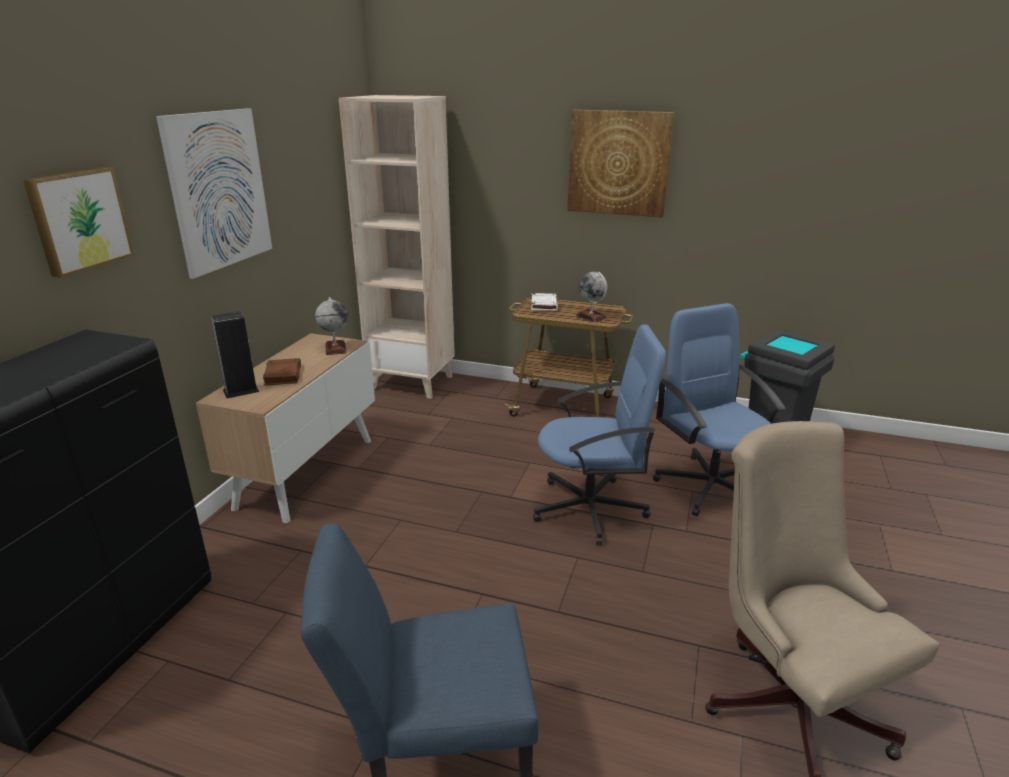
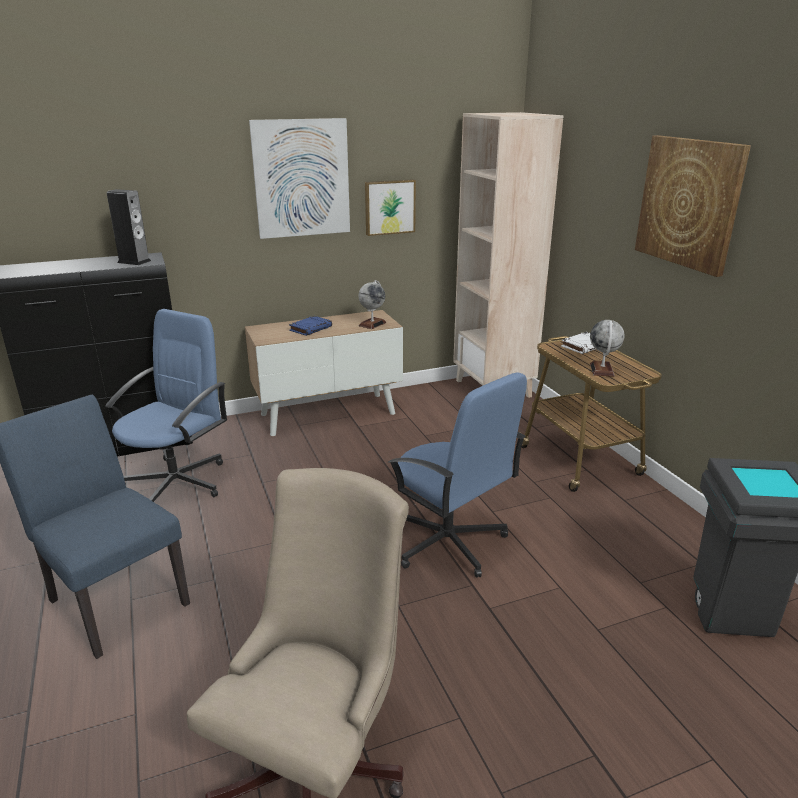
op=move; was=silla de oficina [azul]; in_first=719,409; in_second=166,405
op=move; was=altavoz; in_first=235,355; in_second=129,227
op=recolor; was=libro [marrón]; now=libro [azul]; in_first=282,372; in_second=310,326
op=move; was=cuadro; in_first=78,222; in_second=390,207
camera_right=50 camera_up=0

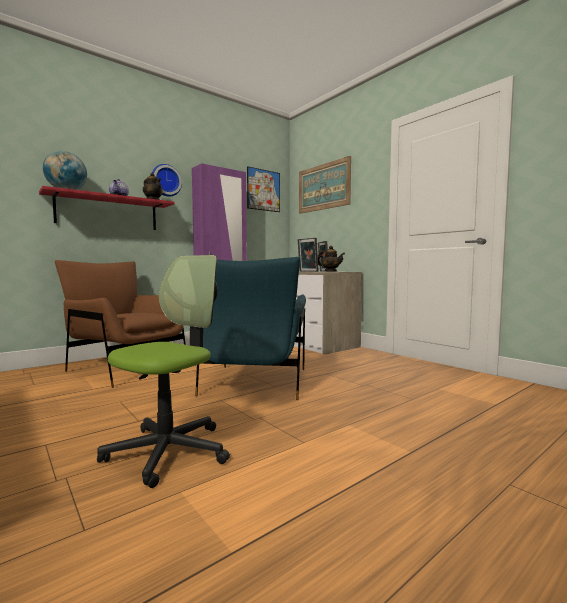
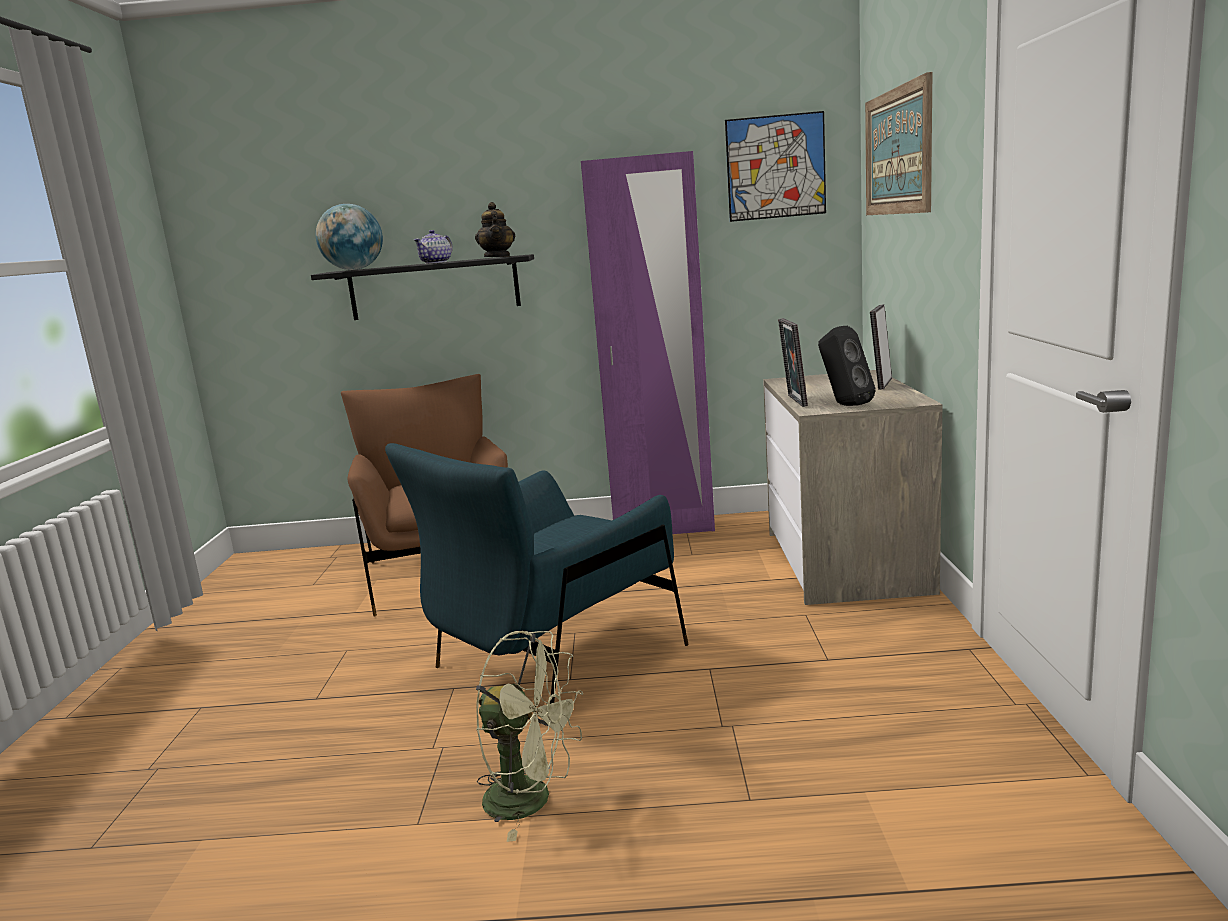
op=recolor; was=estante [rojo]; now=estante [negro]; in_first=106,208; in_second=422,287
op=insert; now=ventilador [verde]; in_second=529,736
op=replace; was=tetera; now=altavoz [negro]; in_first=331,259; in_second=846,366
op=delete; was=silla de oficina; in_first=163,371
op=delete; was=reloj de pared; in_first=167,180
camera_right=40 camera_up=10

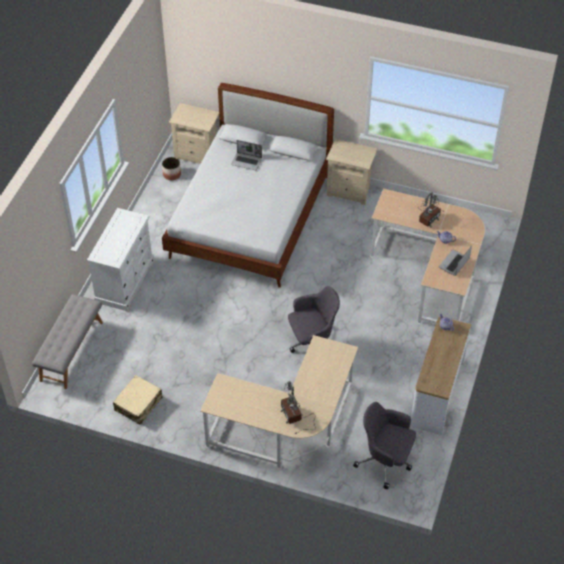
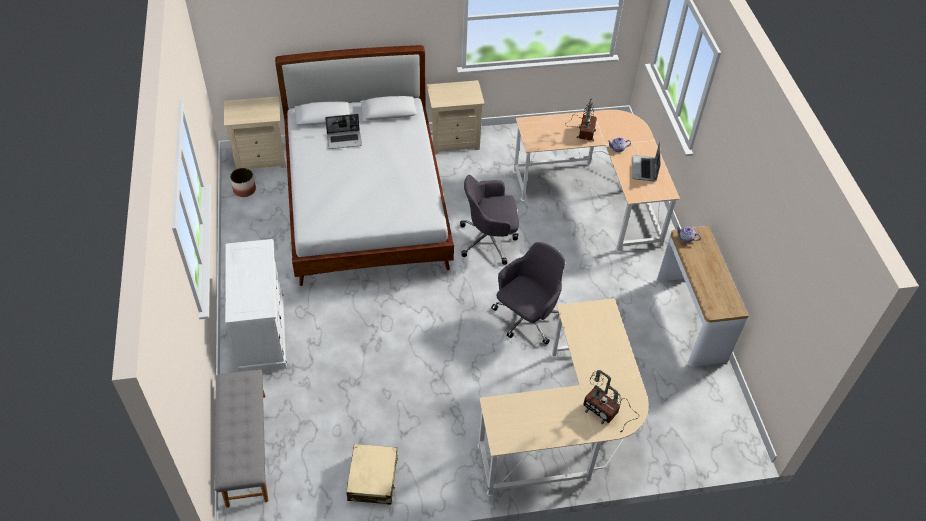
op=move; was=silla de oficina [gris]; in_first=384,445; in_second=489,220
camera_right=-30 camera_up=0

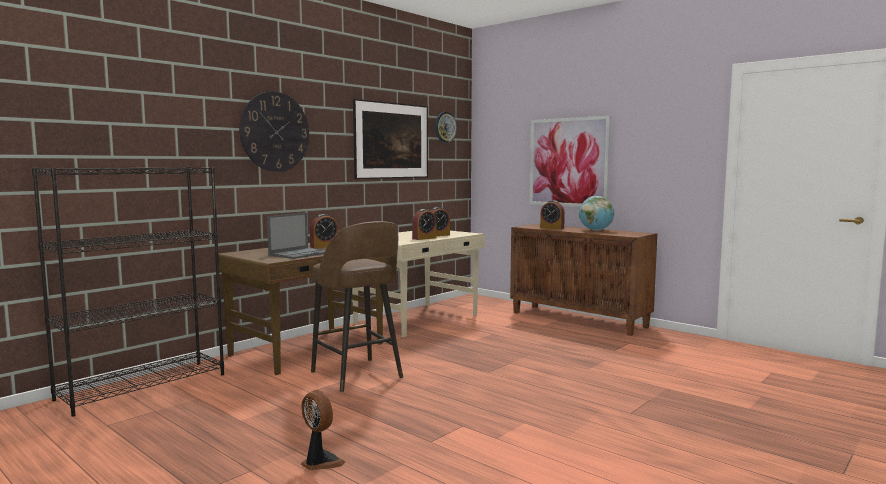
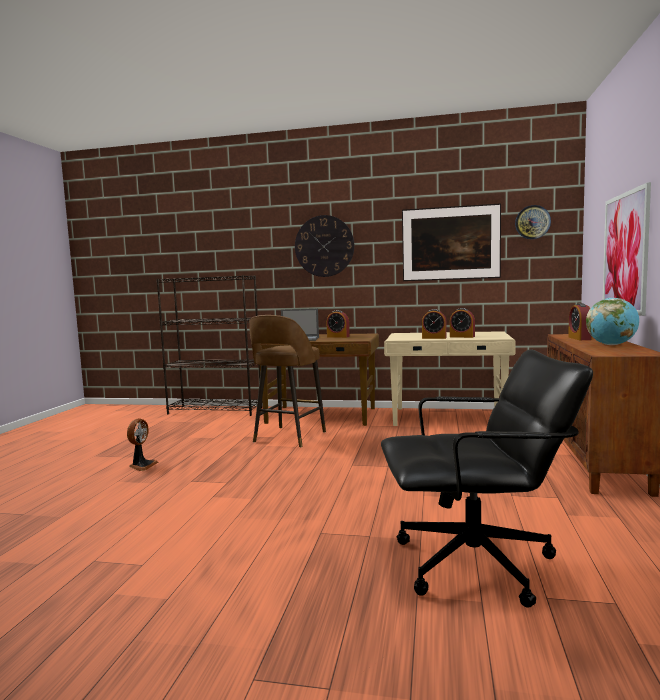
op=insert; now=silla de oficina [negro]; in_second=487,478
camera_right=60 camera_up=0

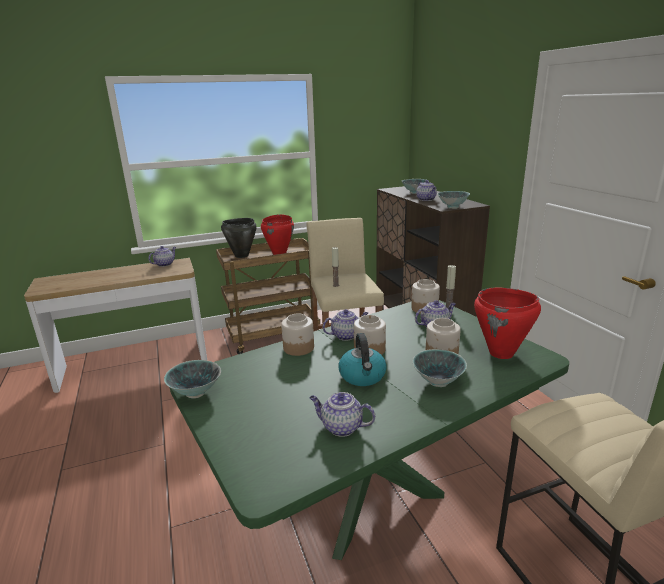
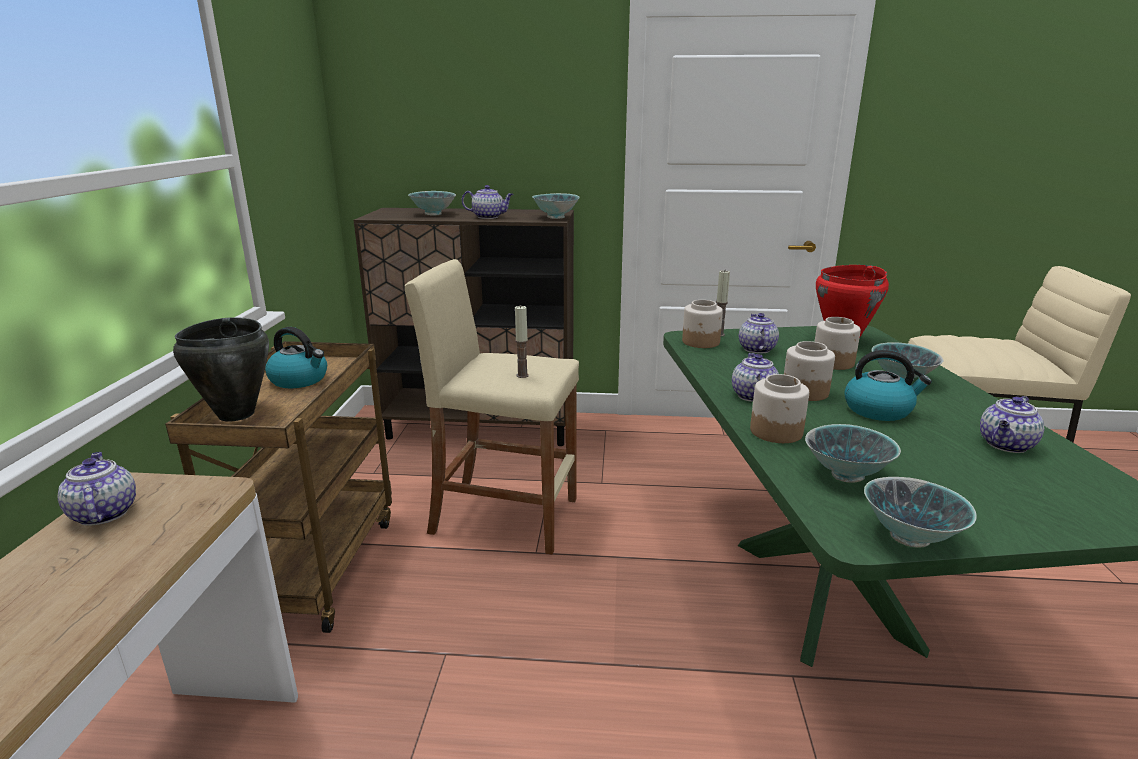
op=replace; was=olla [rojo]; now=hervidor; in_first=277,234; in_second=296,357
op=insert; now=cuenco; in_second=853,453
camera_right=-65 camera_up=0

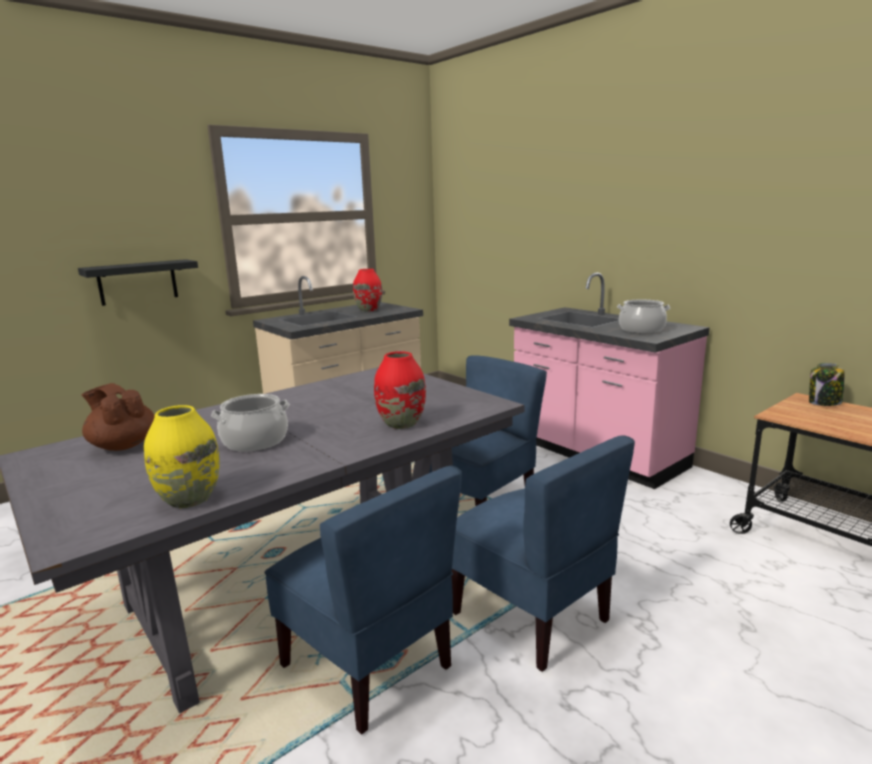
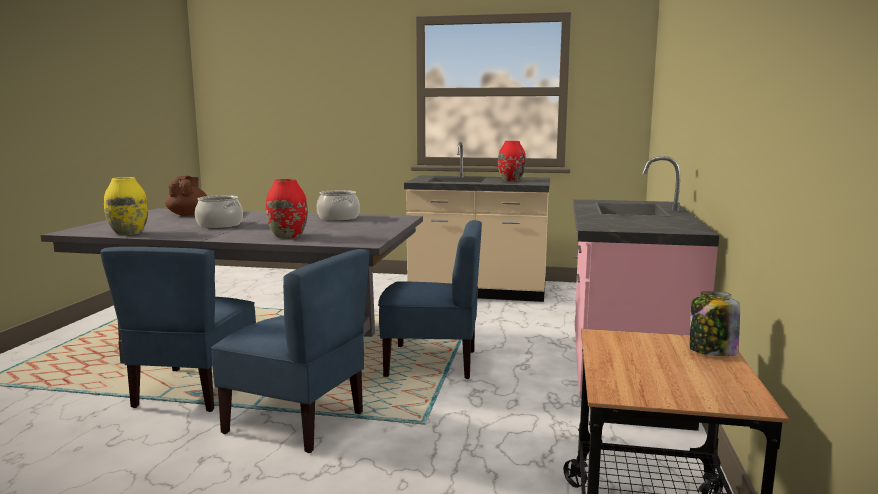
op=rotate; was=silla [azul]; in_first=543,553; in_second=290,351; clockwise=-75
op=move; was=olla; in_first=643,316; in_second=338,205
op=delete; was=estante [negro]; in_first=138,282
camera_right=50 camera_up=-5

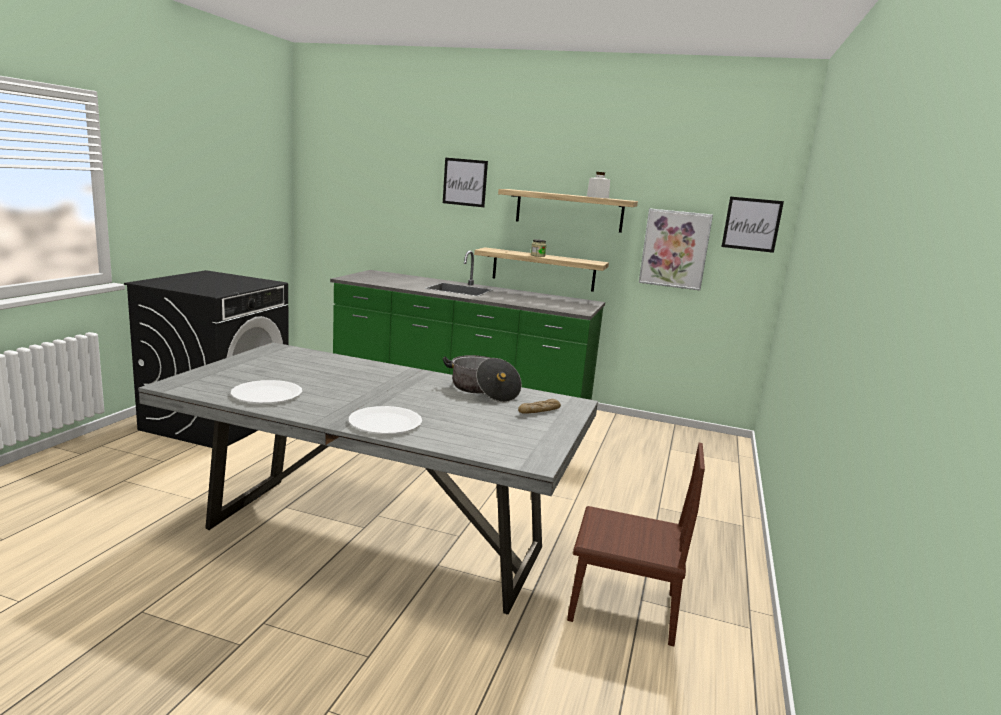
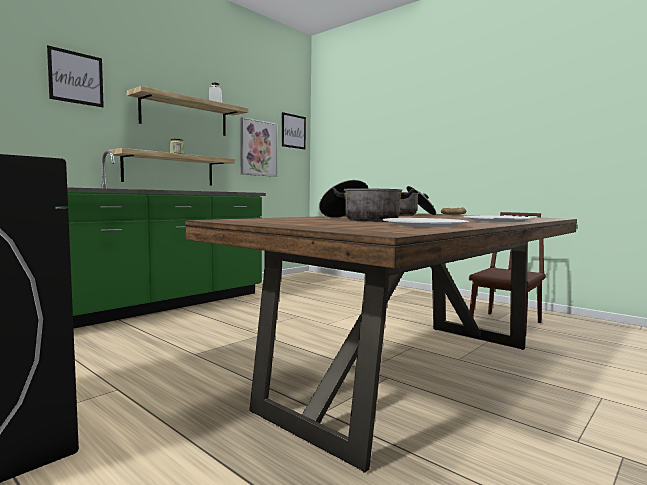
op=recolor; was=mesa de comedor [gris]; now=mesa de comedor [marrón]; in_first=368,478; in_second=381,343
op=insert; now=olla; in_second=366,201
camera_right=-65 camera_up=-10

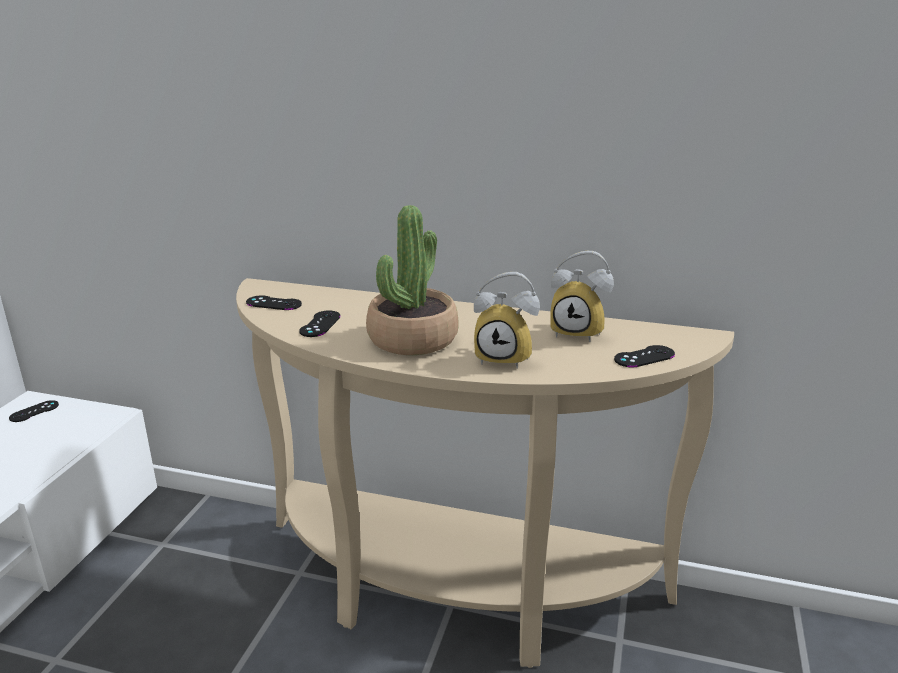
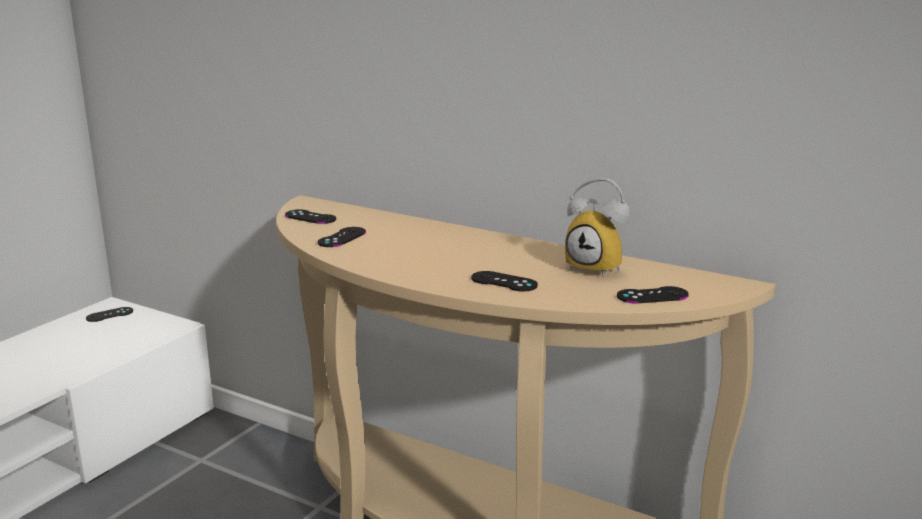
op=replace; was=despertador; now=mando de consola [negro]; in_first=507,320; in_second=504,281
op=delete; was=planta en maceta; in_first=412,280
camera_right=15 camera_up=-5

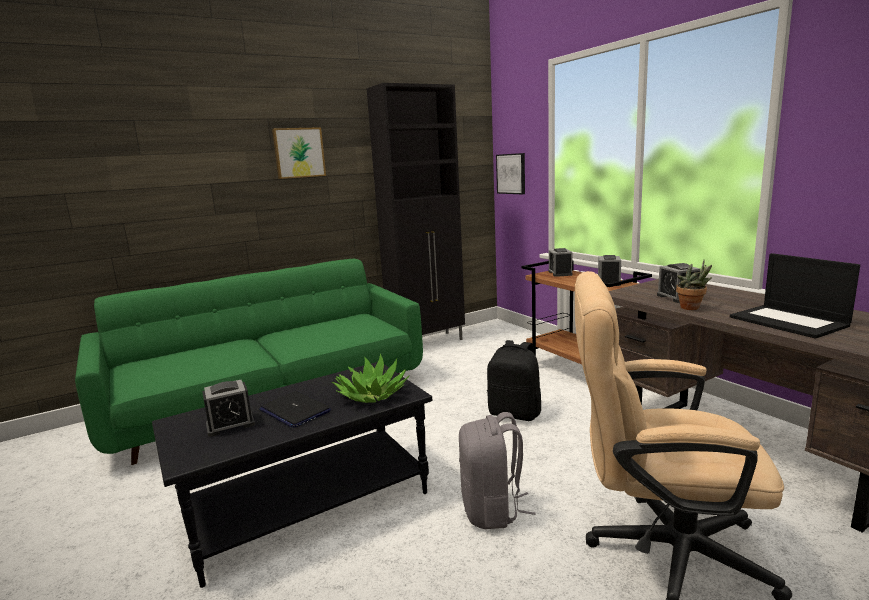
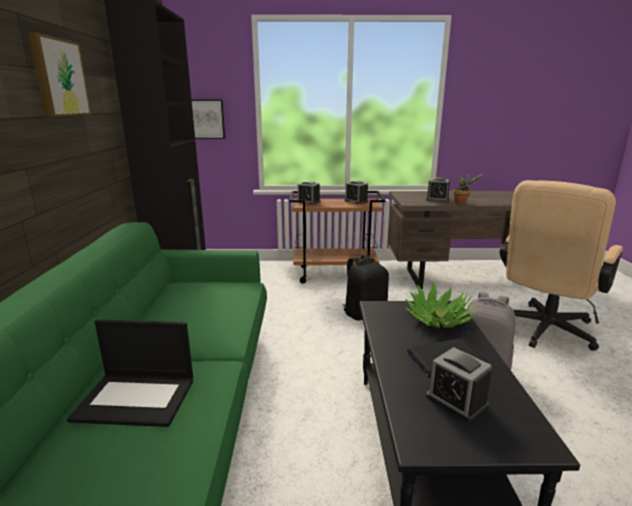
op=move; was=portátil; in_first=795,296; in_second=130,373
op=rotate; was=despertador; in_first=228,408; in_second=459,385; clockwise=135
camera_right=-60 camera_up=5

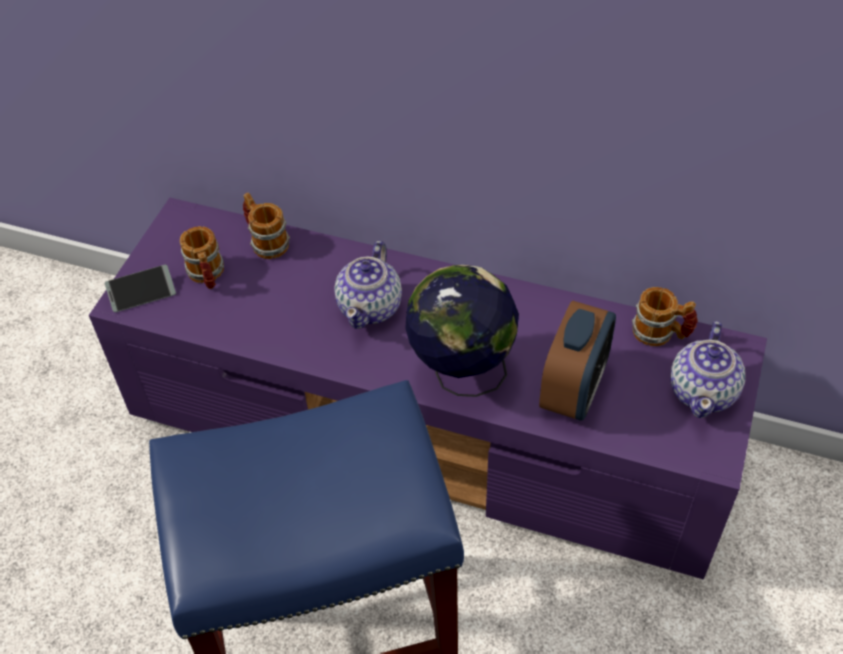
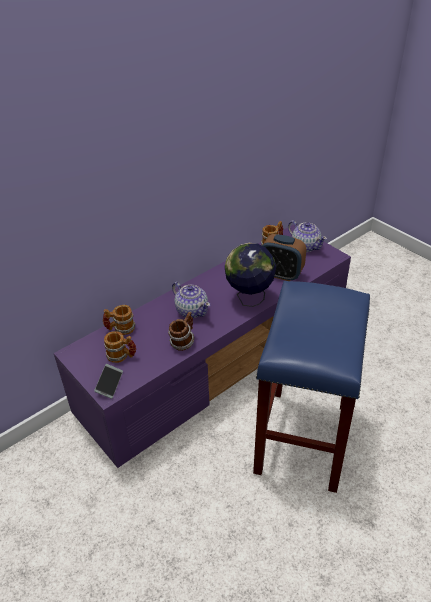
op=insert; now=taza grande; in_second=181,331
op=rotate; was=despertador; in_first=577,360; in_second=284,257; clockwise=150
camera_right=-60 camera_up=-10

